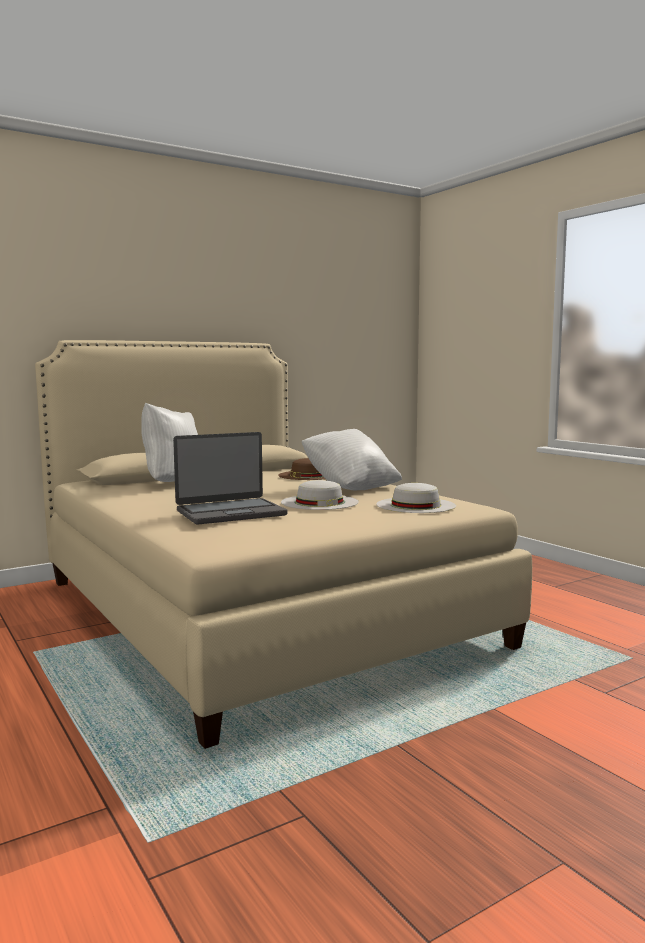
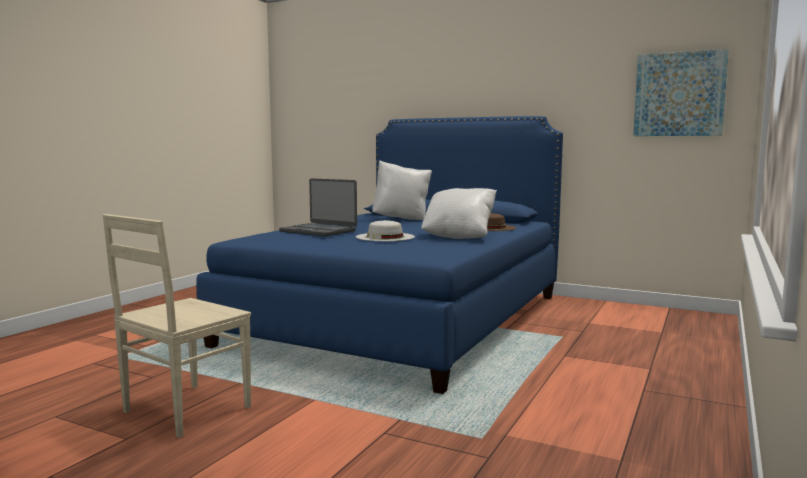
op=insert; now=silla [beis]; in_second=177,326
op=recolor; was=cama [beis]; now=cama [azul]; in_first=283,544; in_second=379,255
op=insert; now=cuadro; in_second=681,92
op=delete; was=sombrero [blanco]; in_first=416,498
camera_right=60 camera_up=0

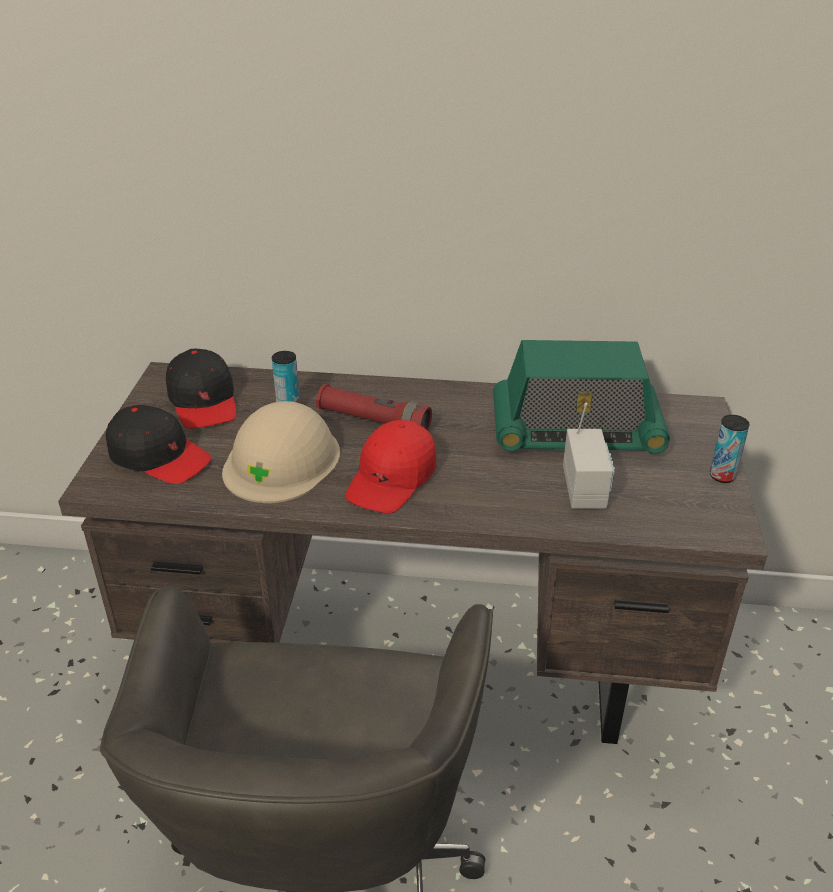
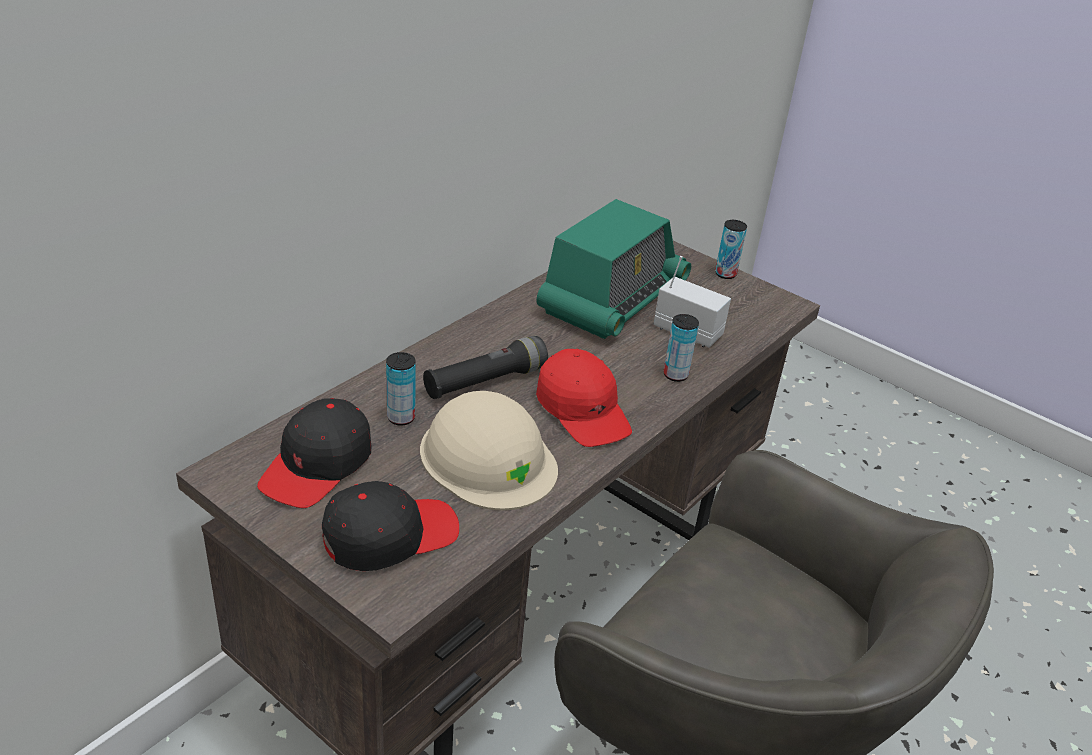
op=rotate; was=gorra [negro]; in_first=201,389; in_second=314,453; clockwise=105
op=recolor; was=linterna [rojo]; now=linterna [negro]; in_first=374,407; in_second=485,367
op=insert; now=lata; in_second=681,348
camera_right=-60 camera_up=0

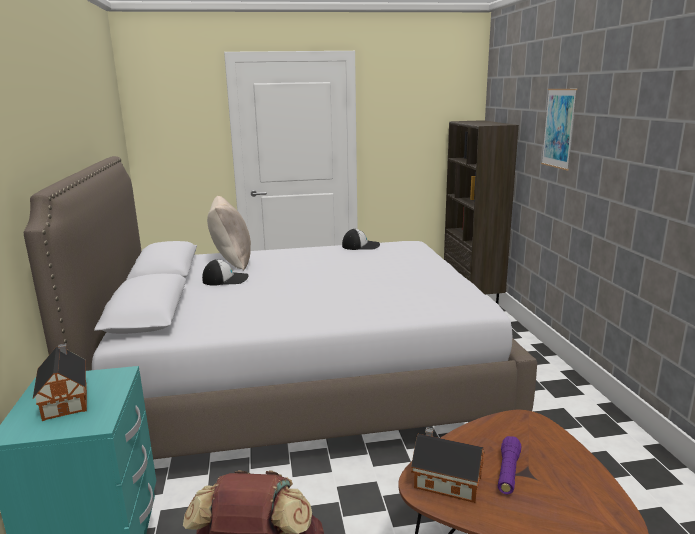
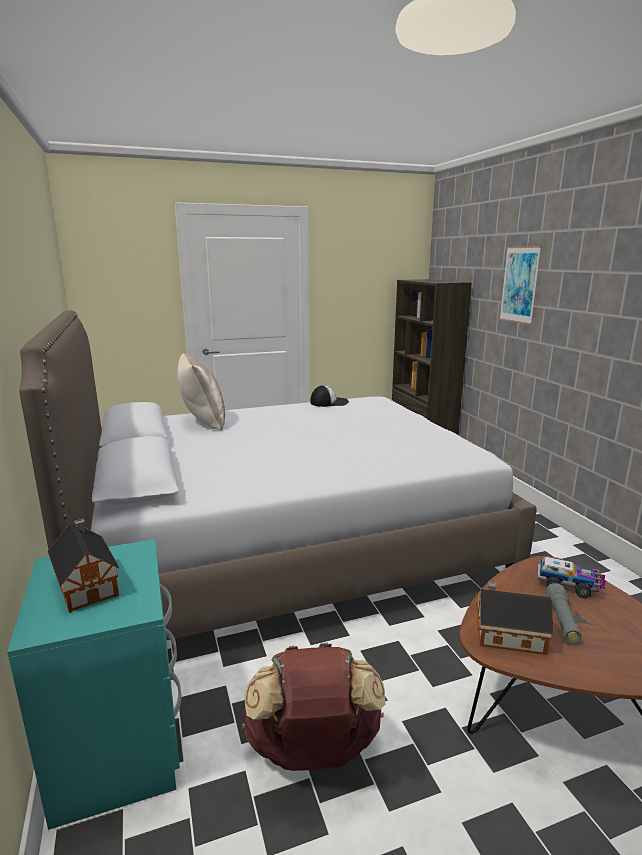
op=insert; now=camión de juguete; in_second=571,578
op=recolor; was=linterna [morado]; now=linterna [gris]; in_first=509,465; in_second=564,613
op=delete; was=gorra; in_first=225,272
camera_right=-10 camera_up=0

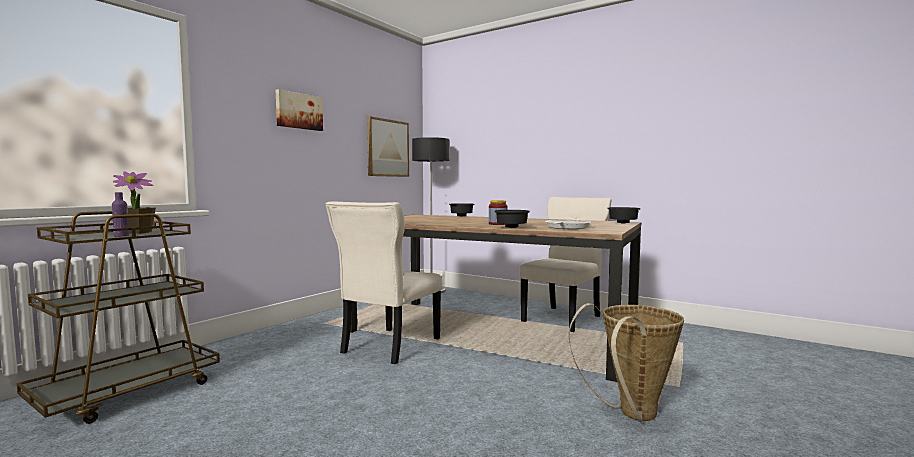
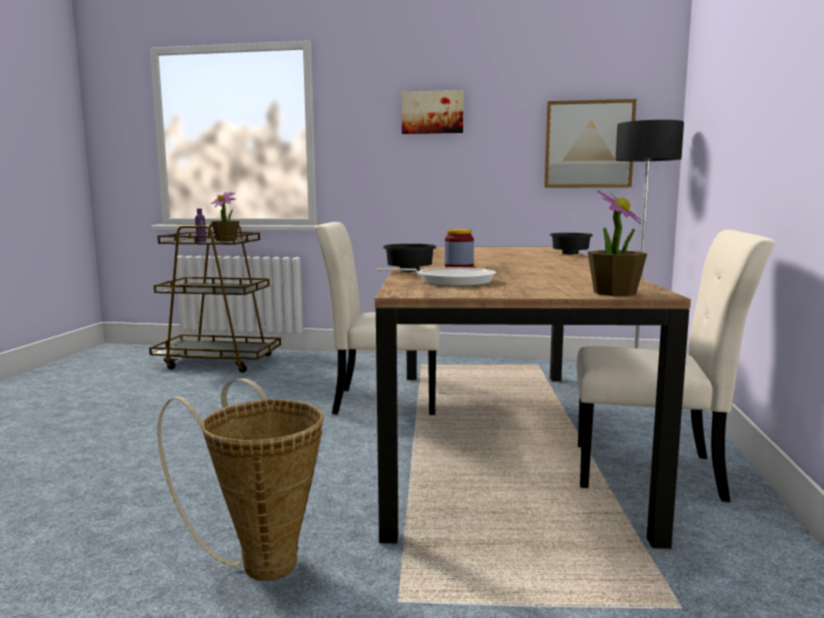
op=replace; was=cuenco [negro]; now=planta en maceta; in_first=624,215; in_second=617,243
camera_right=65 camera_up=5

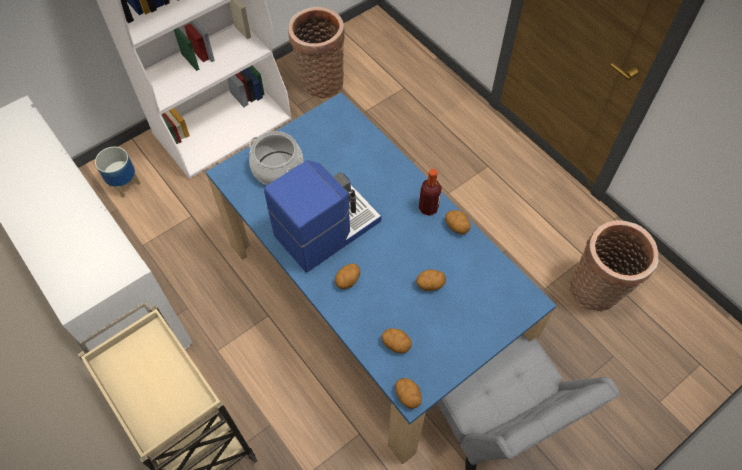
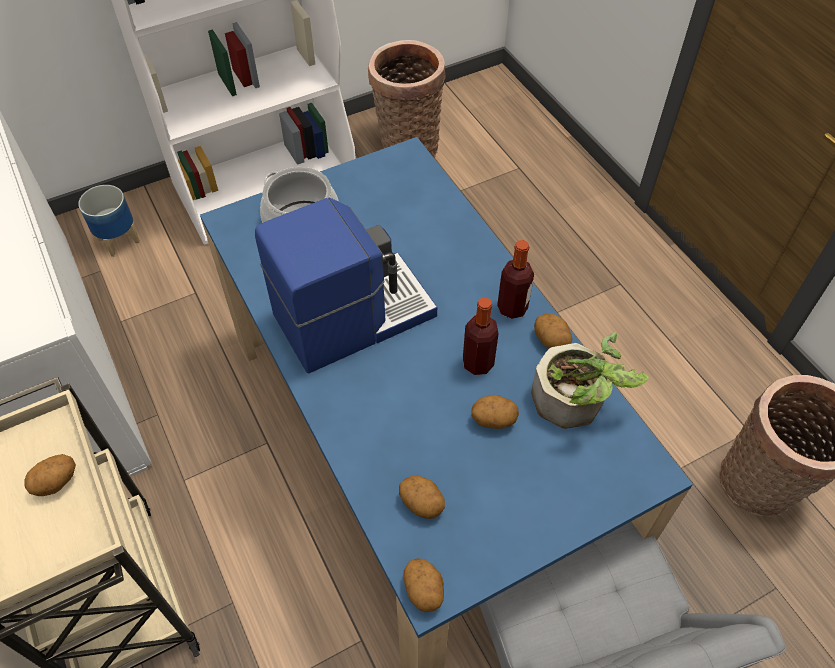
op=move; was=patata; in_first=347,276; in_second=50,475
op=insert; now=botella; in_second=481,336
op=insert; now=planta en maceta; in_second=589,380
camera_right=10 camera_up=-5

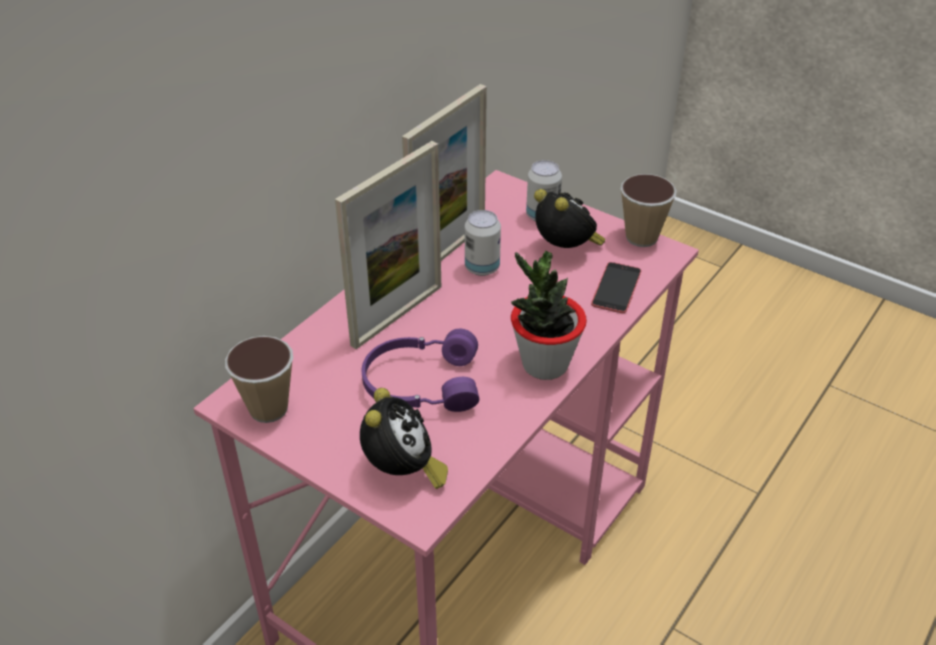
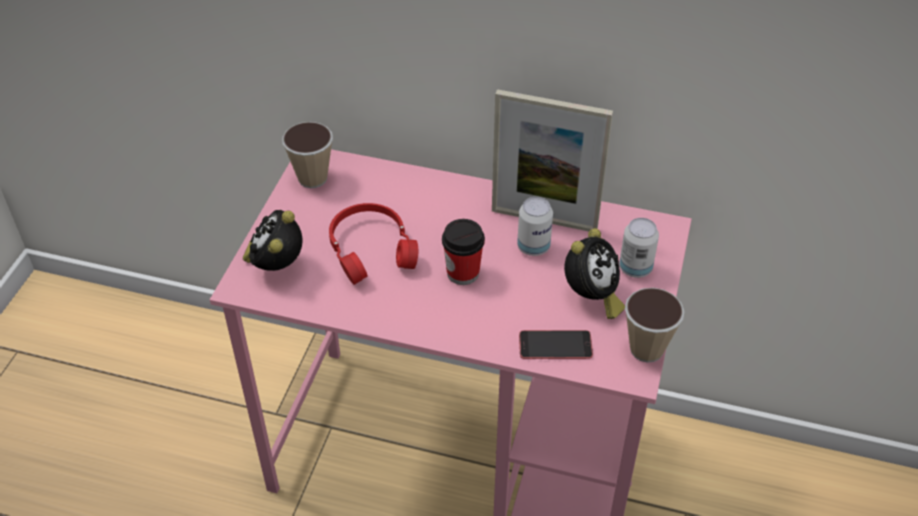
op=rotate; was=despertador; in_first=404,438; in_second=272,240; clockwise=120
op=recolor; was=auriculares [morado]; now=auriculares [rojo]; in_first=420,370; in_second=373,244
op=insert; now=taza; in_second=463,252
op=delete; was=portarretratos; in_first=388,245
op=delete; was=planta en maceta; in_first=549,315
camera_right=70 camera_up=5

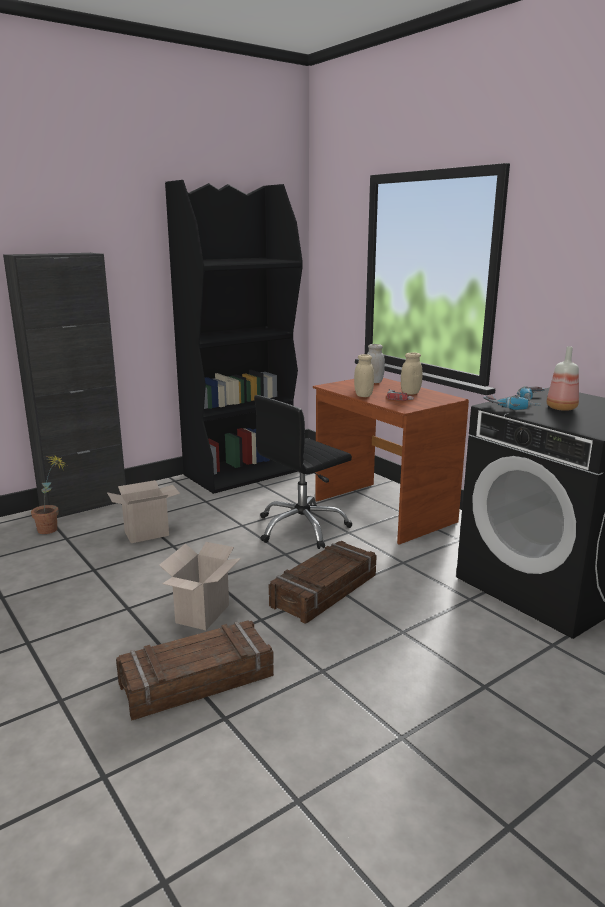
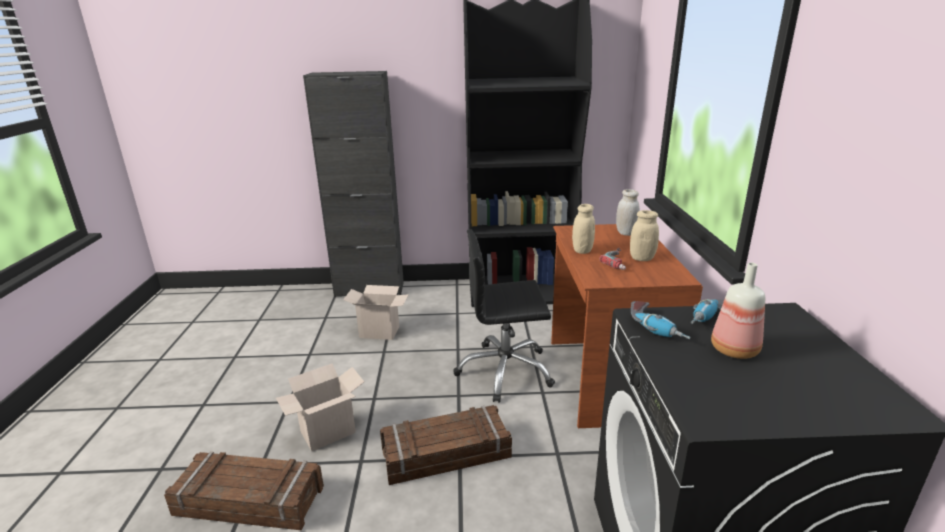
op=delete; was=planta en maceta; in_first=49,494
camera_right=35 camera_up=5

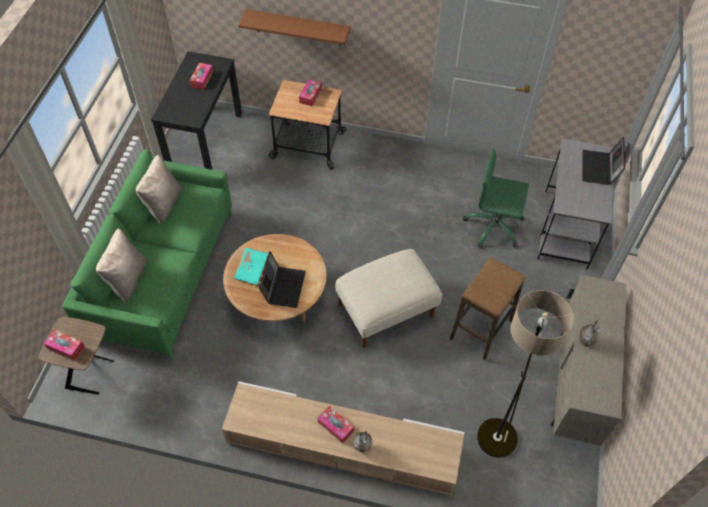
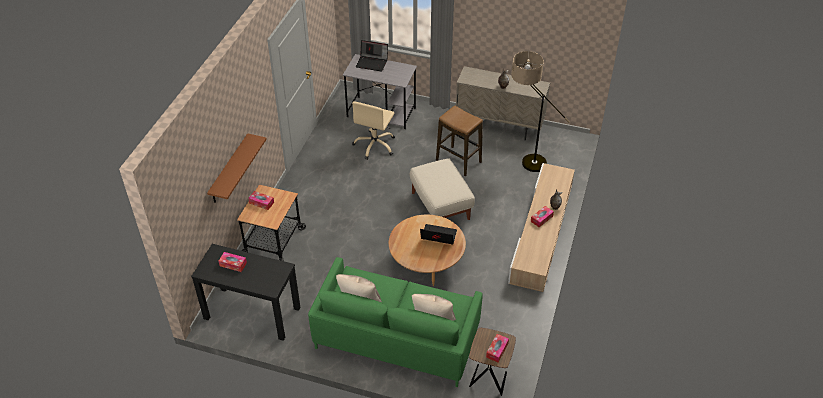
op=recolor; was=silla de oficina [verde]; now=silla de oficina [beis]; in_first=496,198; in_second=373,130
op=delete; was=libro [turquesa]; in_first=251,267
camera_right=-85 camera_up=-10

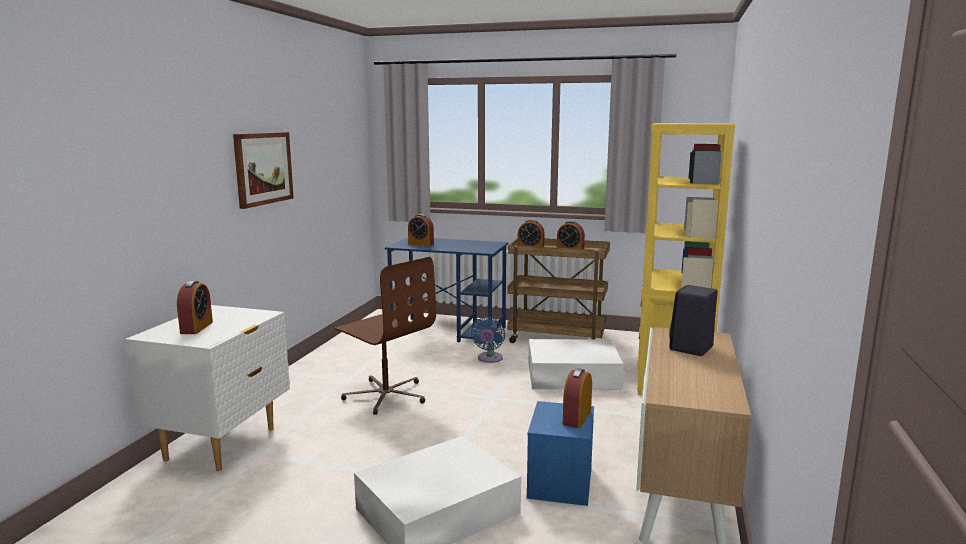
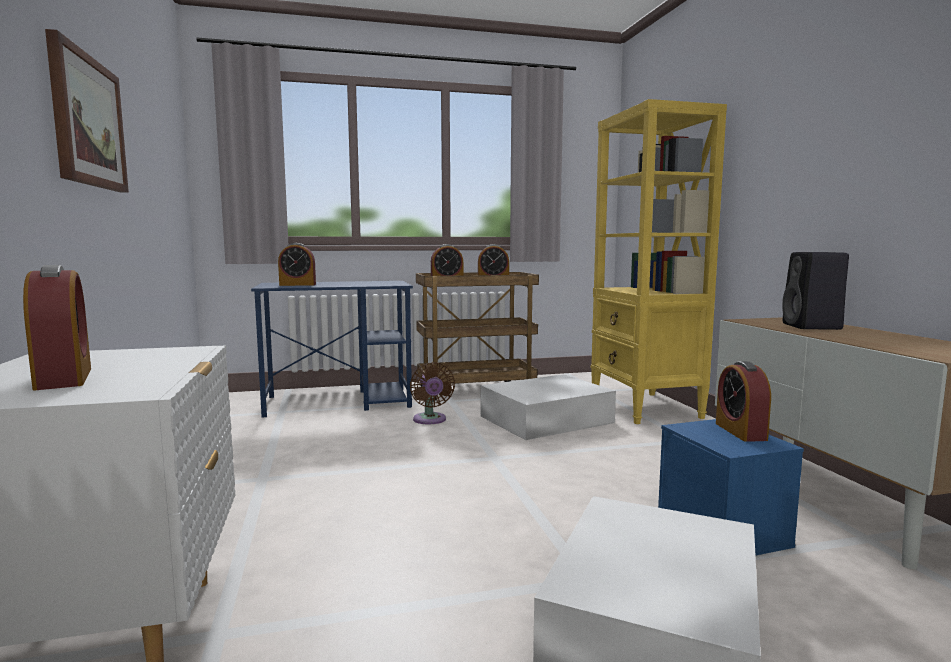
op=recolor; was=ventilador [azul]; now=ventilador [marrón]; in_first=488,340; in_second=432,393
op=delete; was=silla de oficina [marrón]; in_first=385,336
camera_right=-30 camera_up=-5

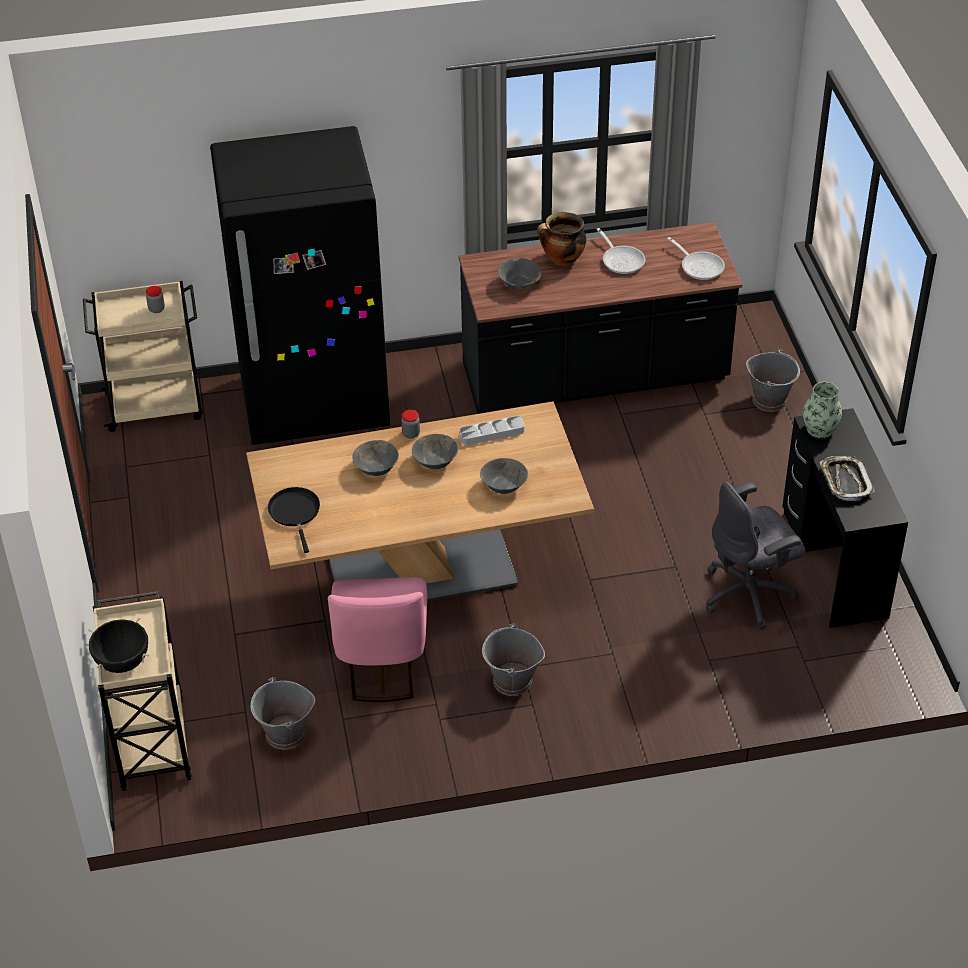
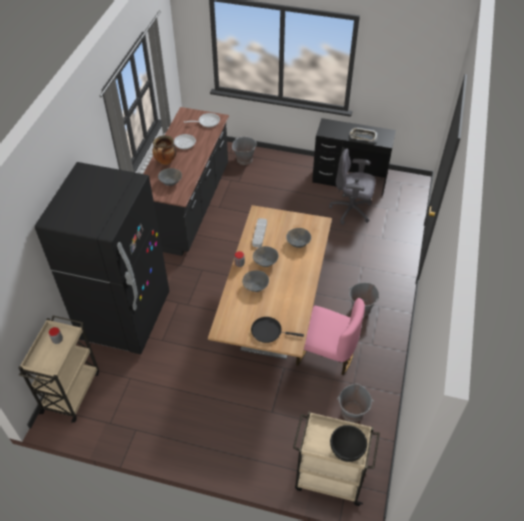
op=rotate; was=silla de oficina [gris]; in_first=756,556; in_second=352,187; clockwise=105
op=delete; was=florero; in_first=822,410
camera_right=-65 camera_up=5

